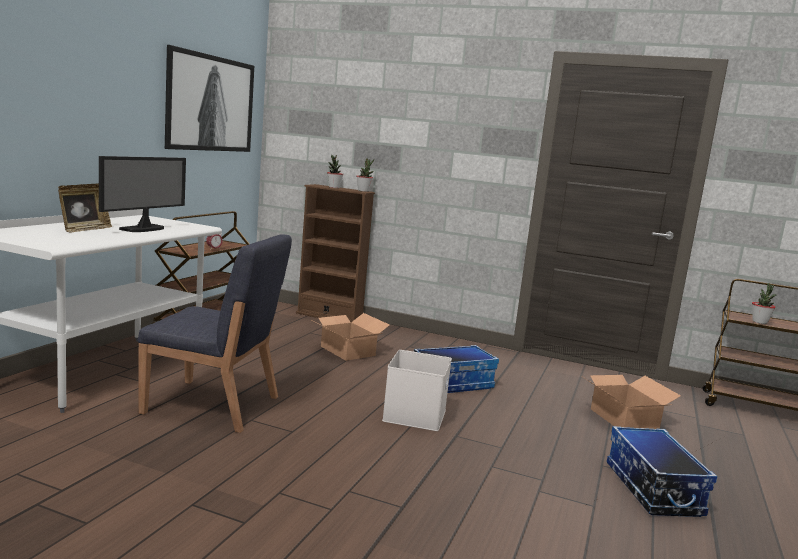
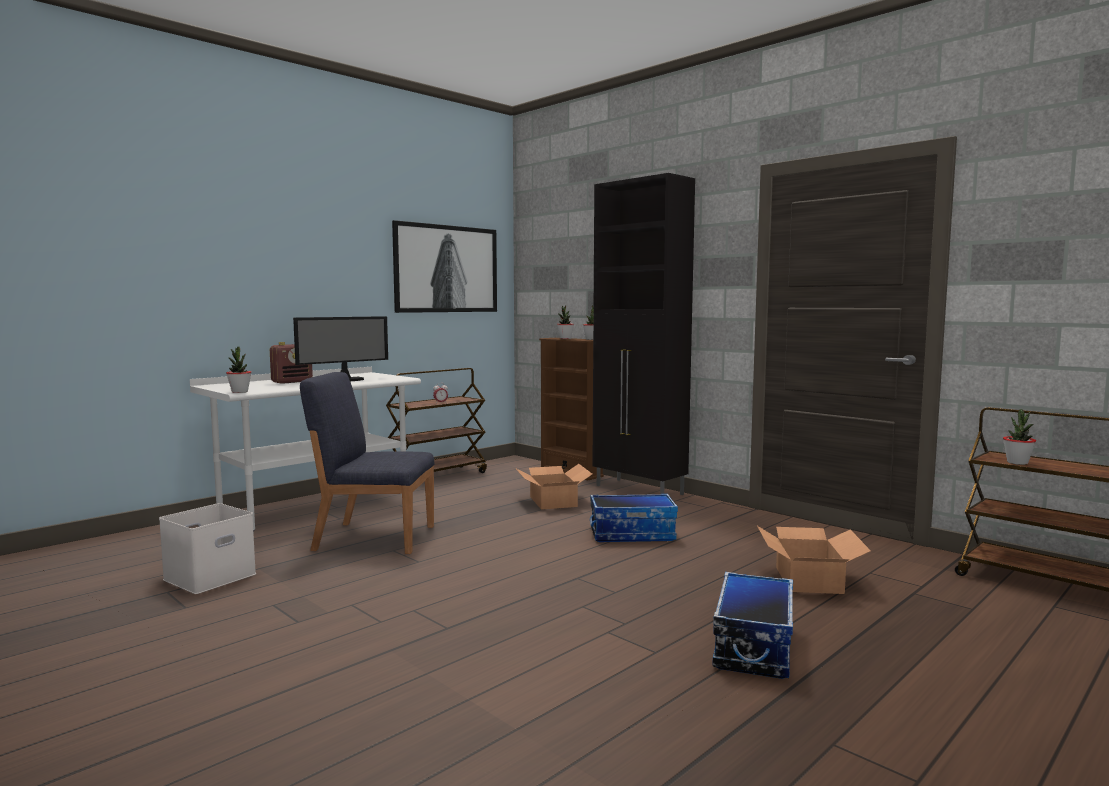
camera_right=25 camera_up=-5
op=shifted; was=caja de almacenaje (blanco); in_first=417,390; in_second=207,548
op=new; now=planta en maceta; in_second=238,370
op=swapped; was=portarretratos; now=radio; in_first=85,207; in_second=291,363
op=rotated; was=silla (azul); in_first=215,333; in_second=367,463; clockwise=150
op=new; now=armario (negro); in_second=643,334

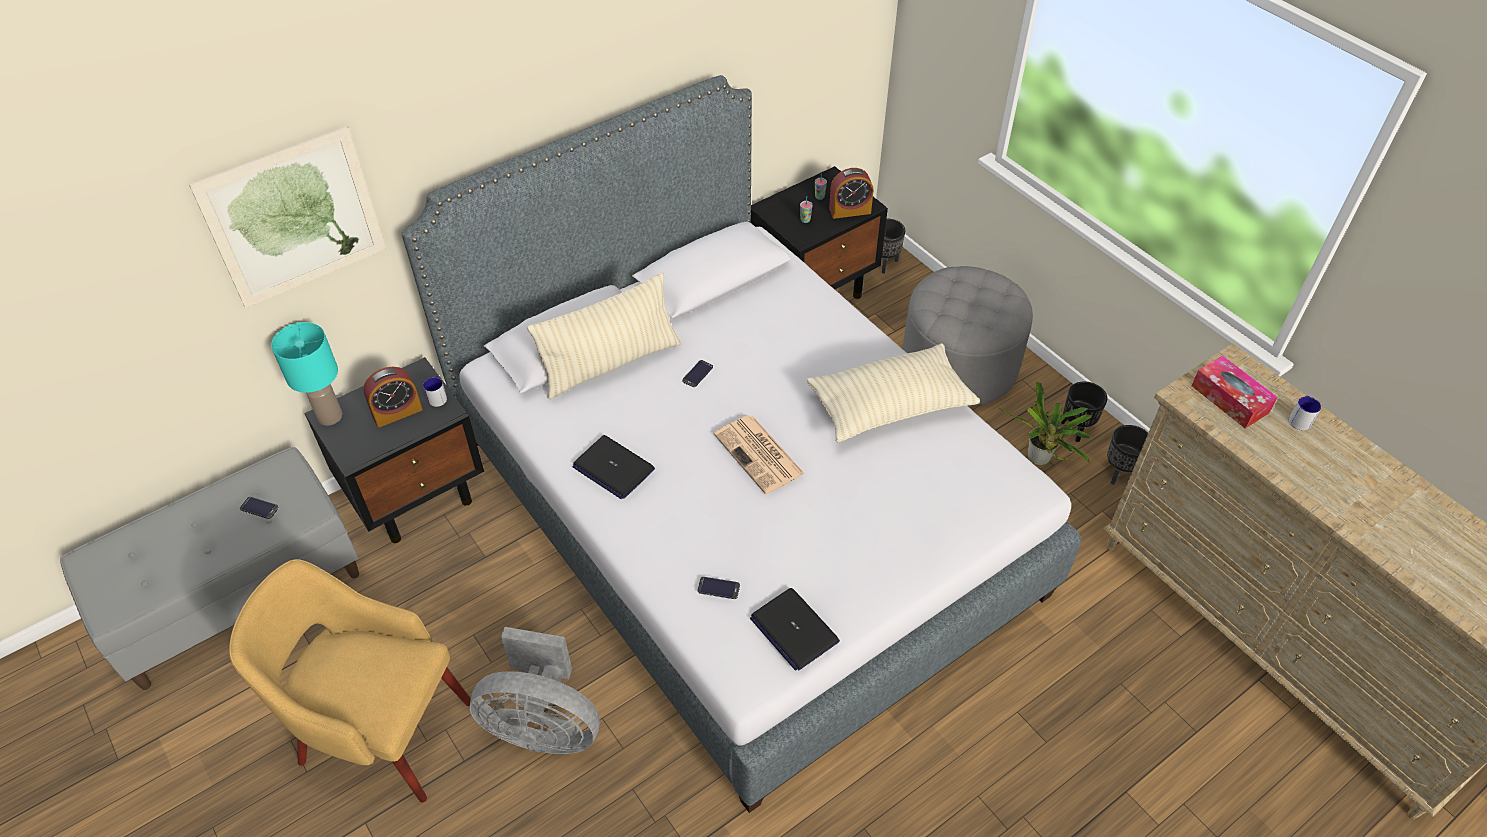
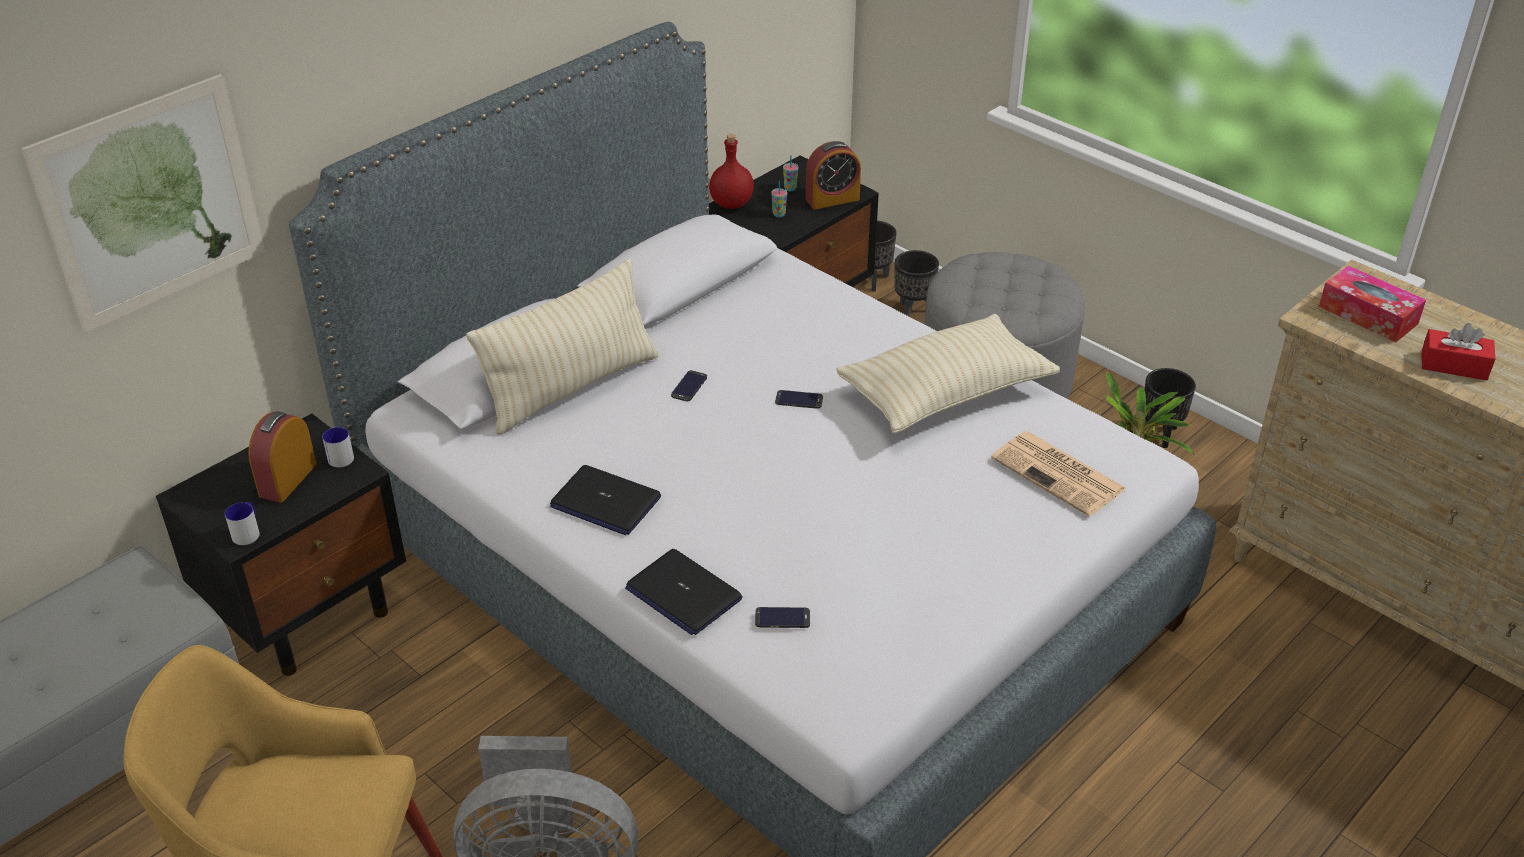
camera_right=-10 camera_up=-10
op=shifted; was=taza grande; in_first=1305,413; in_second=242,523
op=rotated; was=despertador; in_first=393,397; in_second=282,457; clockwise=150
op=shifted; was=portátil; in_first=795,629; in_second=684,592
op=new; now=botella (rojo); in_second=731,171
op=shifted; was=móvil; in_first=259,508; in_second=799,399
op=shifted; was=maceta (negro); in_first=1127,455; in_second=916,283
op=shifted; was=periódico; in_first=759,454; in_second=1059,473
op=new; now=caja de pañuelos (rojo); in_second=1458,351
op=gone; was=lámpara de mesa (turquesa); in_first=306,373

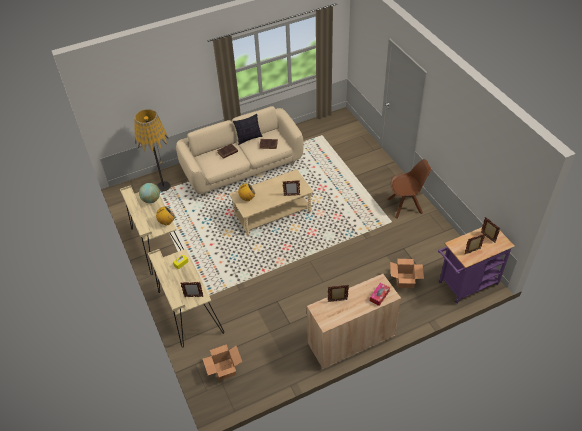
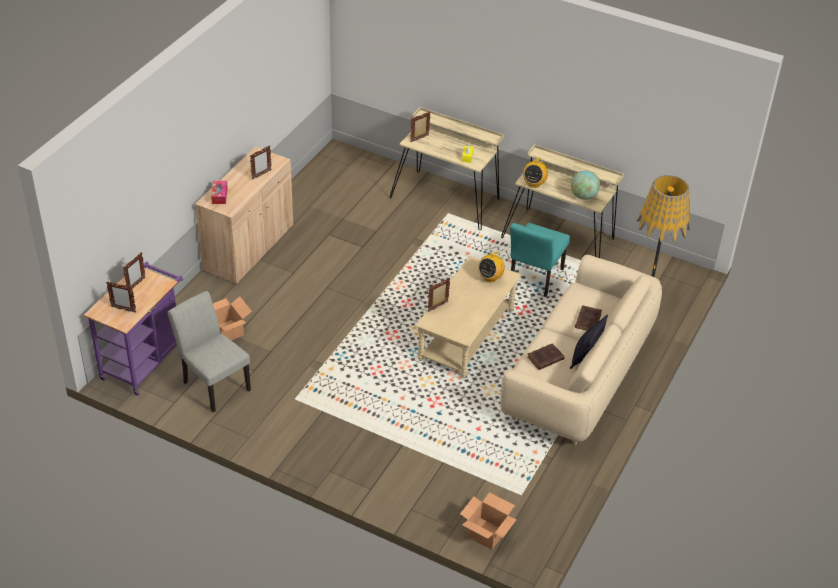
camera_right=140 camera_up=-5
op=new; now=silla (gris); in_second=209,351
op=shifted; was=caja de cartón; in_first=222,362; in_second=488,521
op=new; now=silla (turquesa); in_second=540,260
op=gone; was=silla (marrón); in_first=409,188

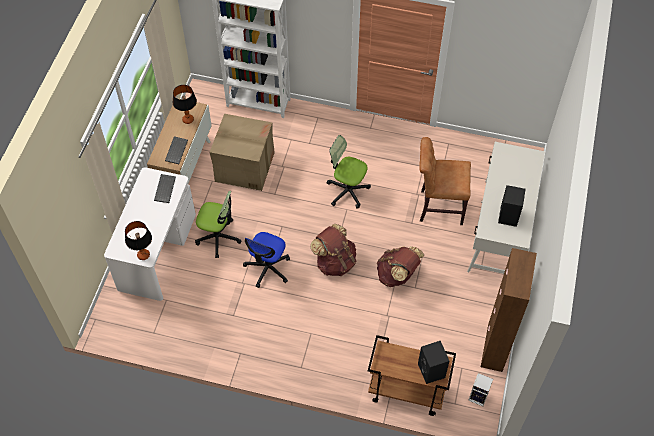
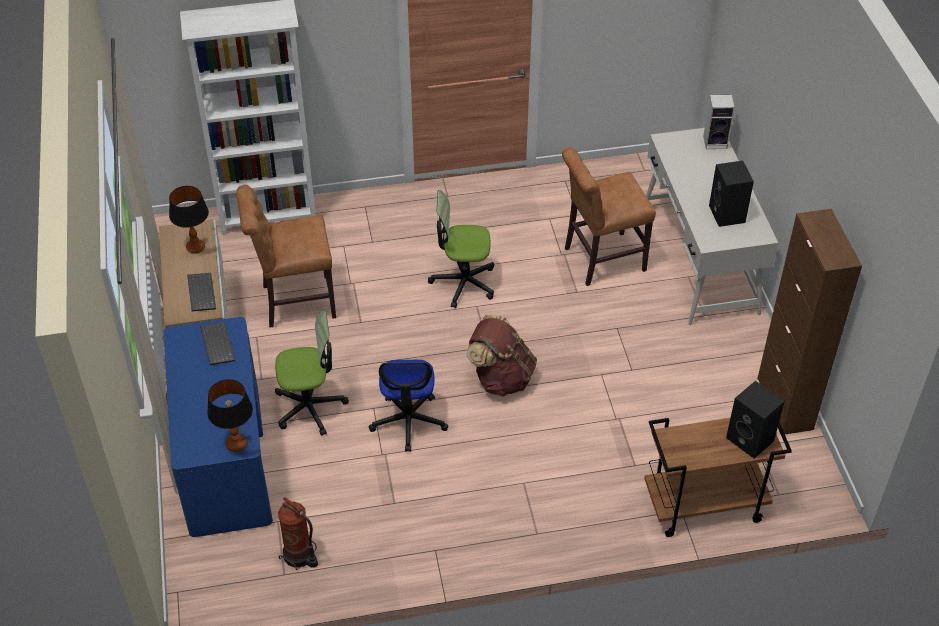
camera_right=-25 camera_up=-10
op=repainted; was=escritorio (blanco); now=escritorio (azul); in_first=150,234; in_second=218,427
op=swapped; was=caja de cartón; now=silla (marrón); in_first=242,152; in_second=286,256
op=new; now=extintor; in_second=298,533
op=shifted; was=altavoz; in_first=480,389; in_second=719,122
op=gone; was=mochila (marrón); in_first=400,266

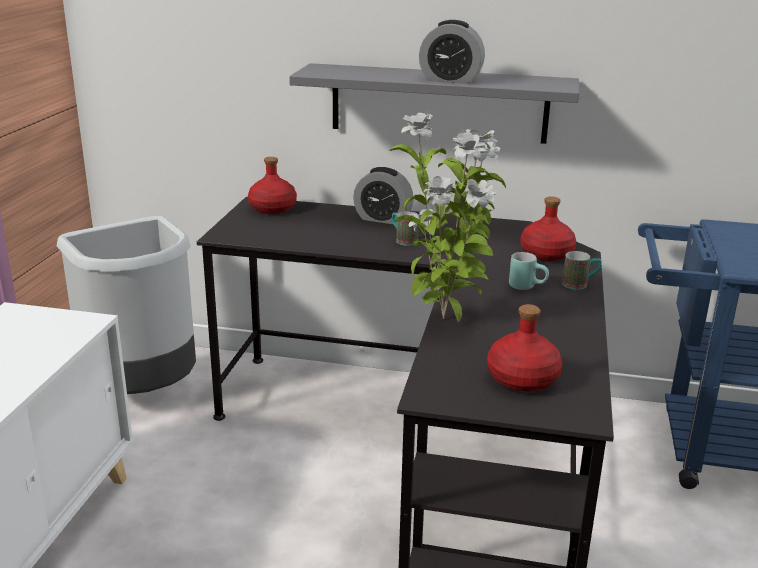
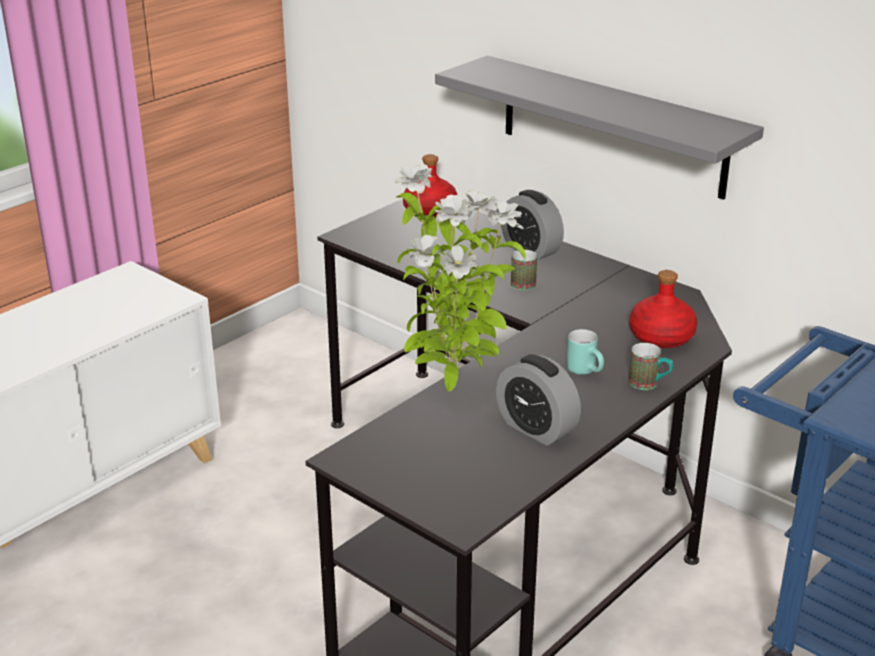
camera_right=30 camera_up=5
op=shifted; was=despertador; in_first=452,52; in_second=538,400
op=gone; was=papelera (gris); in_first=126,305
op=gone; was=botella (rojo); in_first=524,348

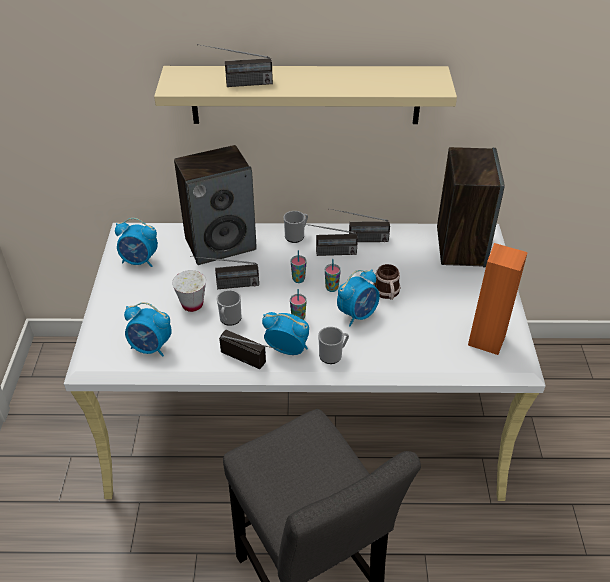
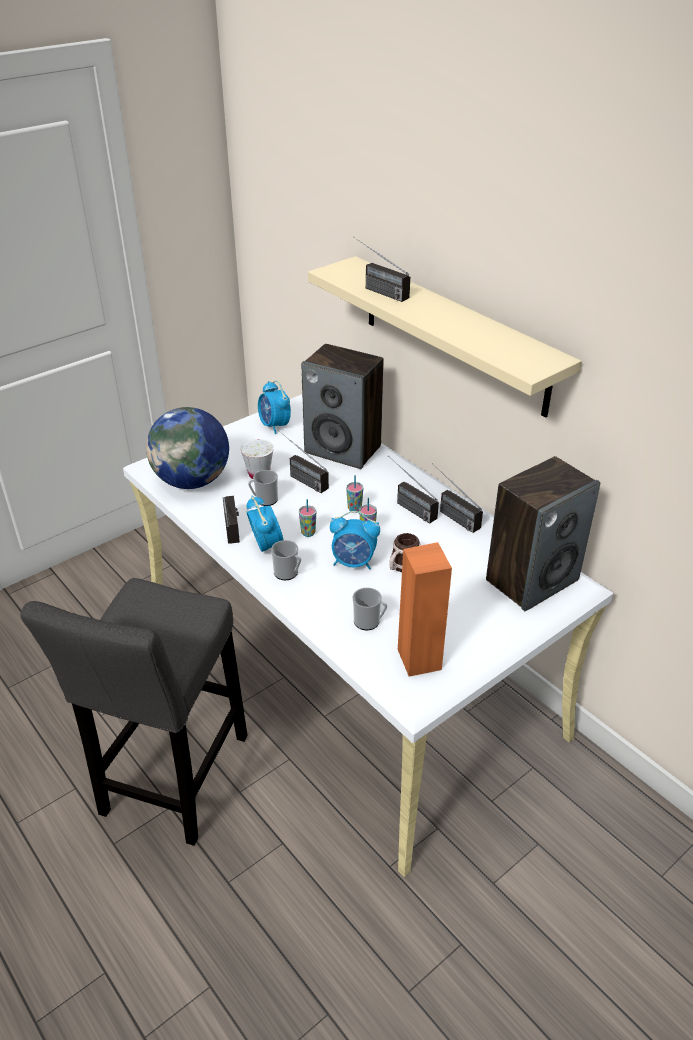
camera_right=50 camera_up=-5
op=swapped; was=despertador; now=globo terráqueo; in_first=148,329; in_second=187,448
op=shifted; was=taza grande; in_first=295,227; in_second=370,609

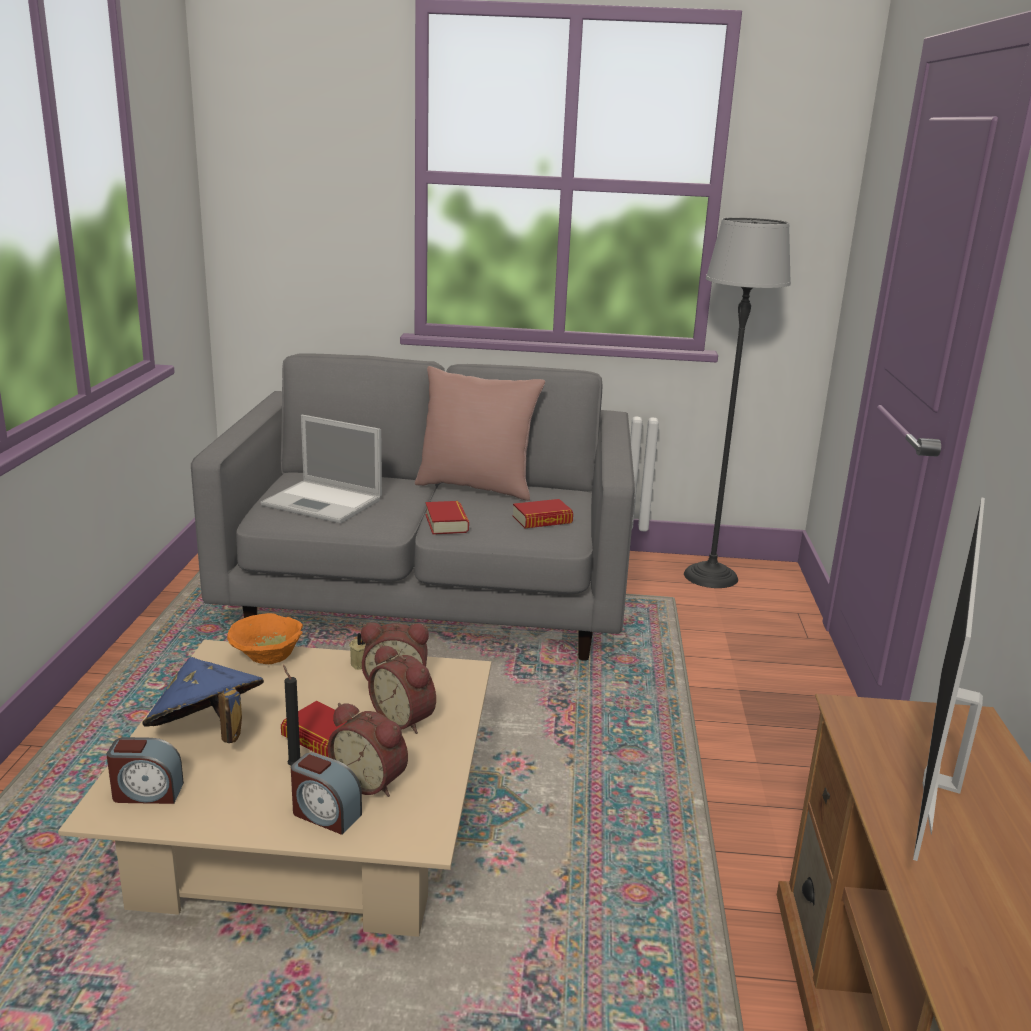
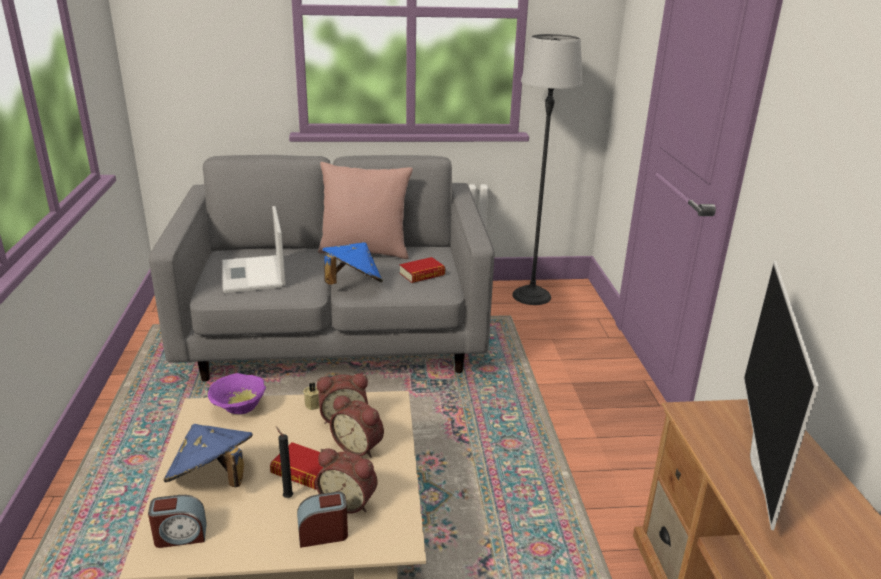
camera_right=-10 camera_up=5
op=repainted; was=cuenco (naranja); now=cuenco (morado); in_first=265,638; in_second=237,393
op=rotated; was=portátil; in_first=321,469; in_second=254,249; clockwise=60
op=rotated; was=despertador; in_first=326,793; in_second=322,520; clockwise=150
op=swapped; was=libro; now=sombrero (azul); in_first=447,518; in_second=352,263

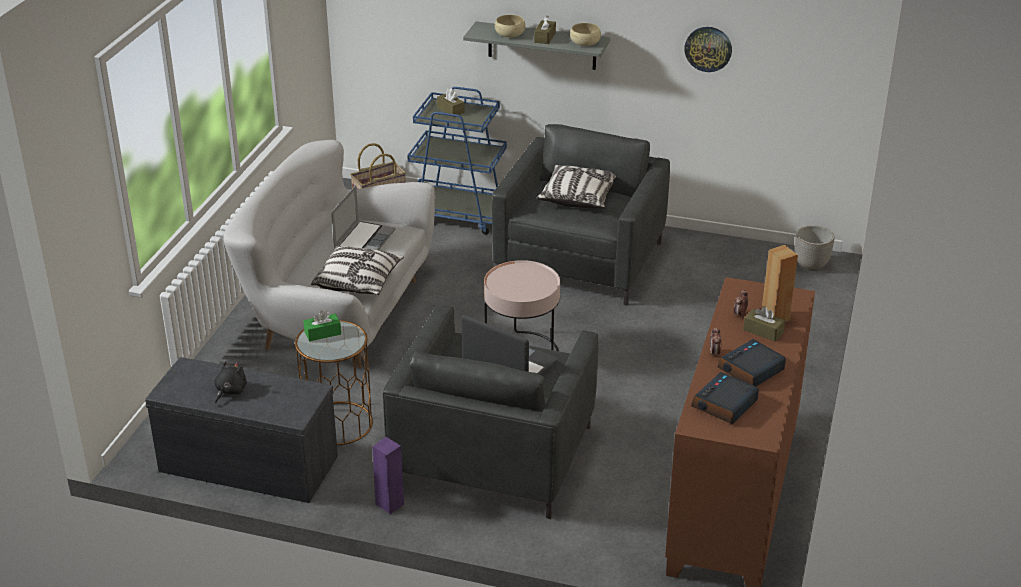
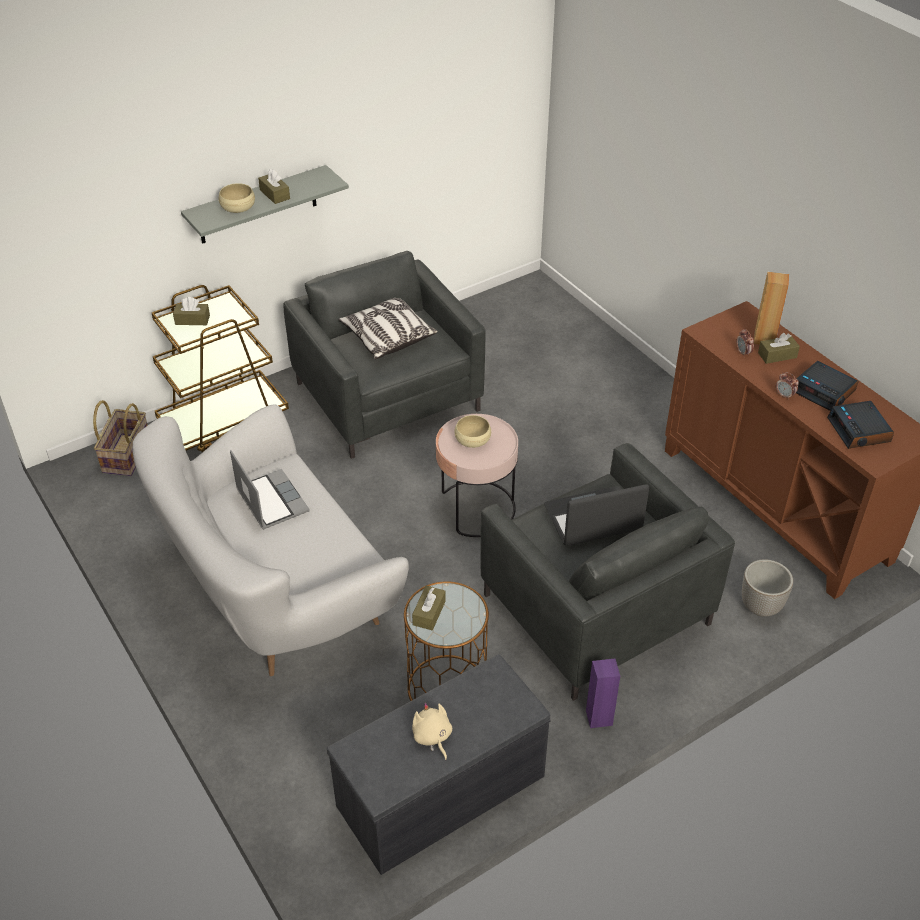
camera_right=-50 camera_up=10
op=repainted; was=carrito (azul); now=carrito (marrón); in_first=457,161; in_second=220,368
op=repainted; was=caja de pañuelos (verde); now=caja de pañuelos (marrón); in_first=322,325; in_second=429,608
op=repainted; was=peluche (negro); now=peluche (beis); in_first=230,382; in_second=432,731
op=shifted; was=cuenco (beis); in_first=585,34; in_second=473,431
op=shifted; was=maceta; in_first=815,248; in_second=767,587
op=rotated; was=despertador; in_first=751,362; in_second=827,386; clockwise=-45
op=gone; was=cojín; in_first=357,270
op=gone; was=reloj de pared; in_first=708,49

